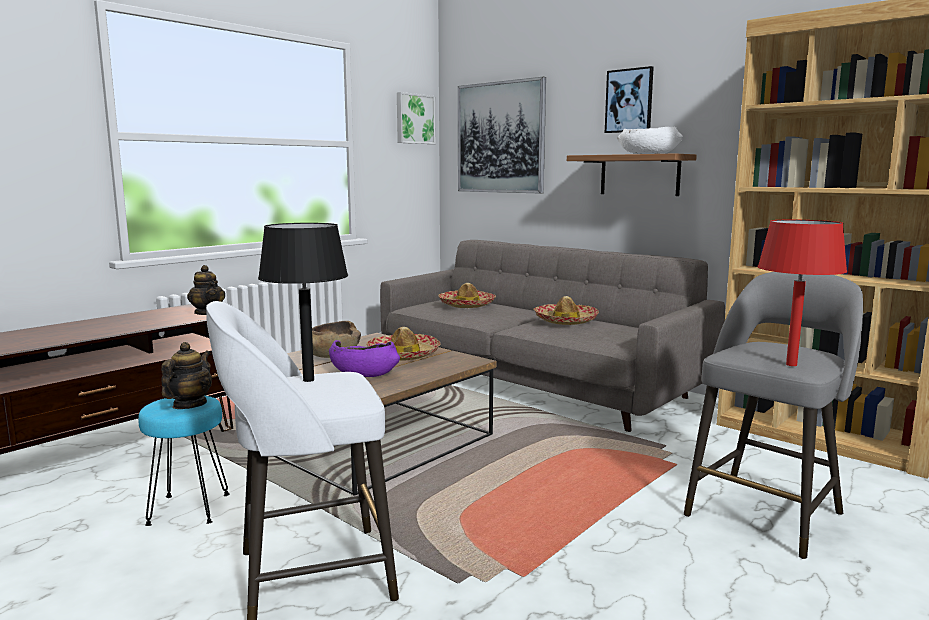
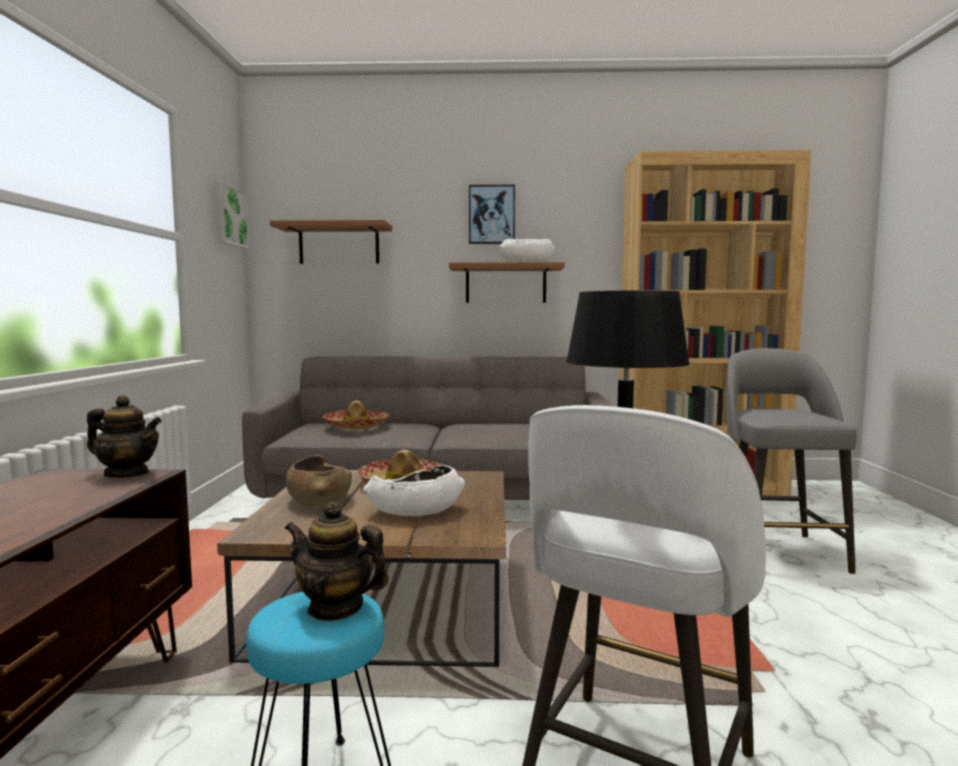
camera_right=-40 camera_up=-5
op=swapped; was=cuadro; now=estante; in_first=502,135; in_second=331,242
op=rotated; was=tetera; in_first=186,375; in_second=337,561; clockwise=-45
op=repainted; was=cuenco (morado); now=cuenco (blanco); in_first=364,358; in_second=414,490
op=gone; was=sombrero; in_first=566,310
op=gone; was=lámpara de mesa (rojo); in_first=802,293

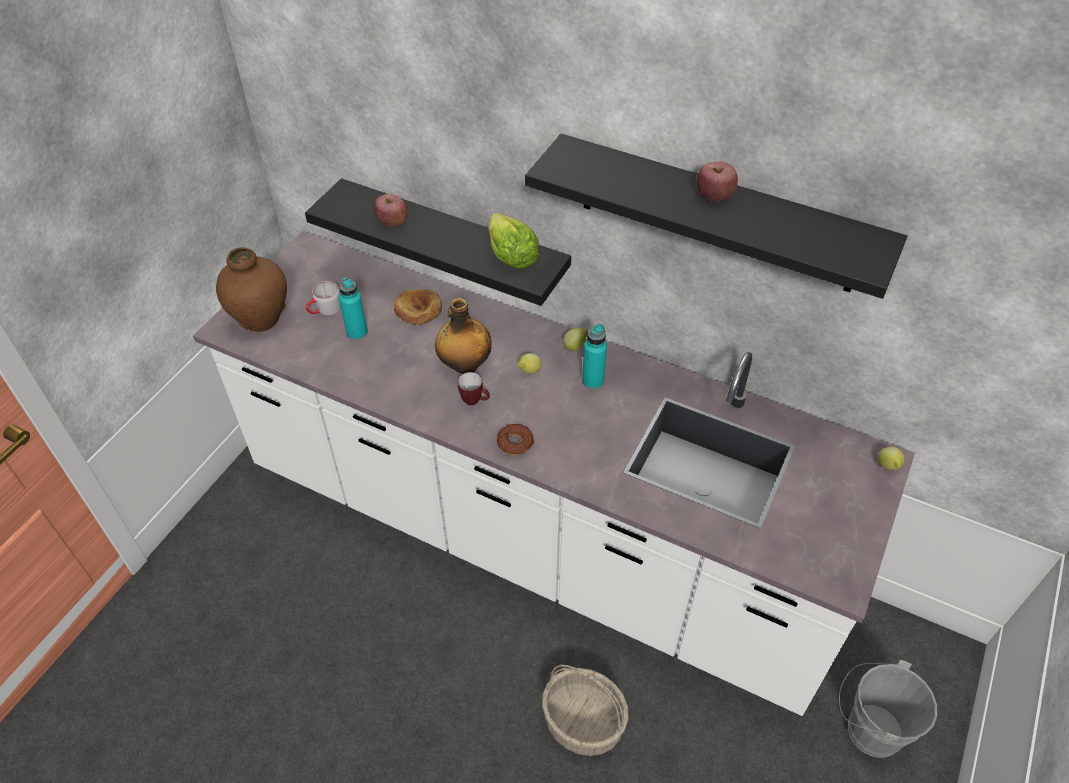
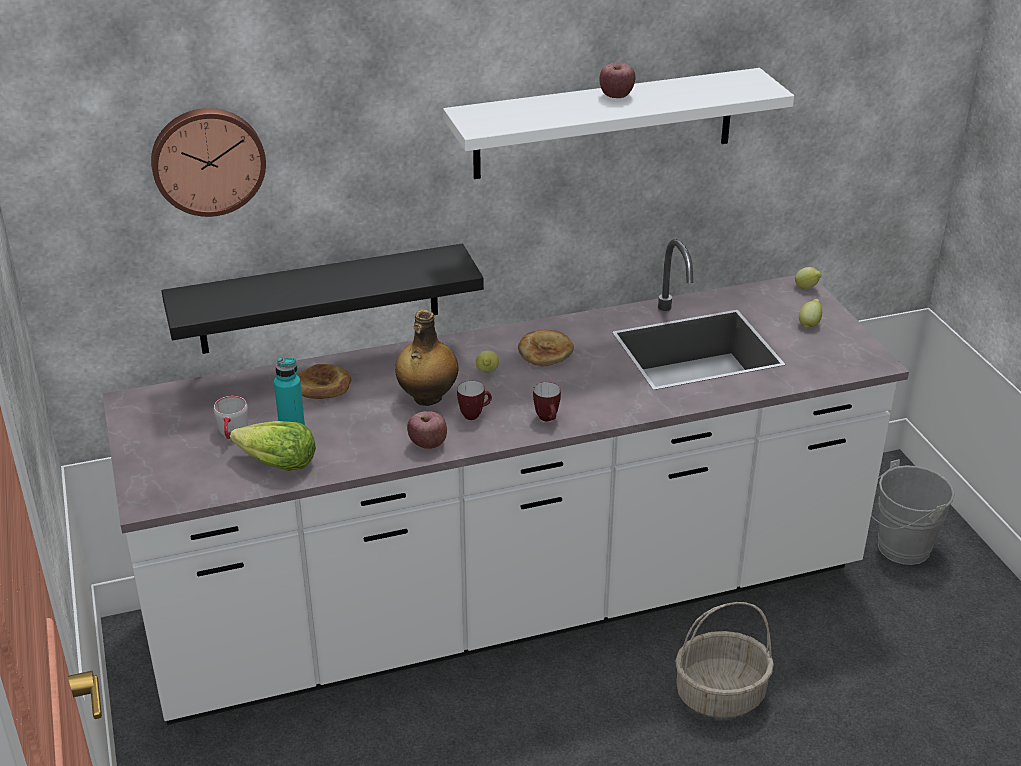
camera_right=-45 camera_up=-15
op=new; now=reloj de pared; in_second=208,162
op=shifted; was=lechuga; in_first=514,241; in_second=273,446
op=shifted; was=manzana; in_first=391,210; in_second=427,430
op=repainted; was=estante (negro); now=estante (blanco); in_first=716,216; in_second=618,123
op=swapped; was=botella (turquesa); now=pan; in_first=594,357; in_second=546,348
op=swapped; was=rosquilla; now=taza grande; in_first=515,439; in_second=547,401
op=shifted; was=limón; in_first=575,339; in_second=810,314
op=gone; was=florero (marrón); in_first=251,289

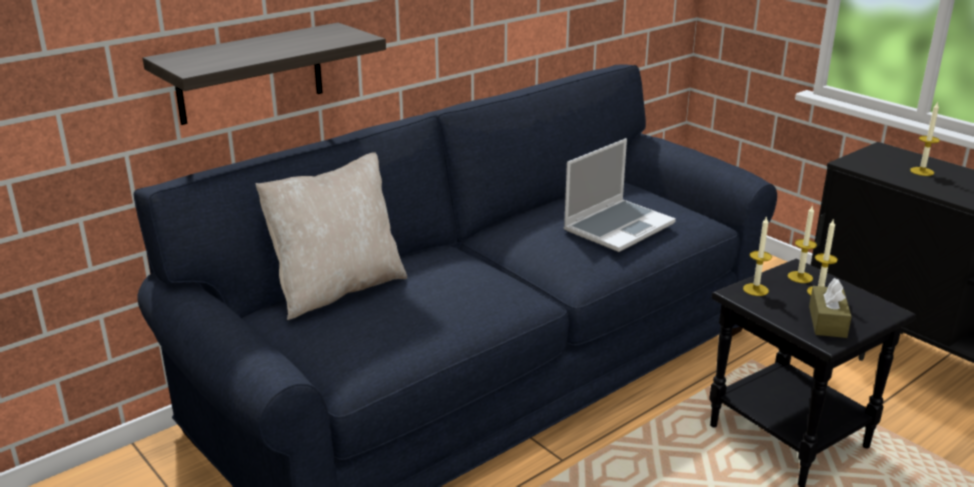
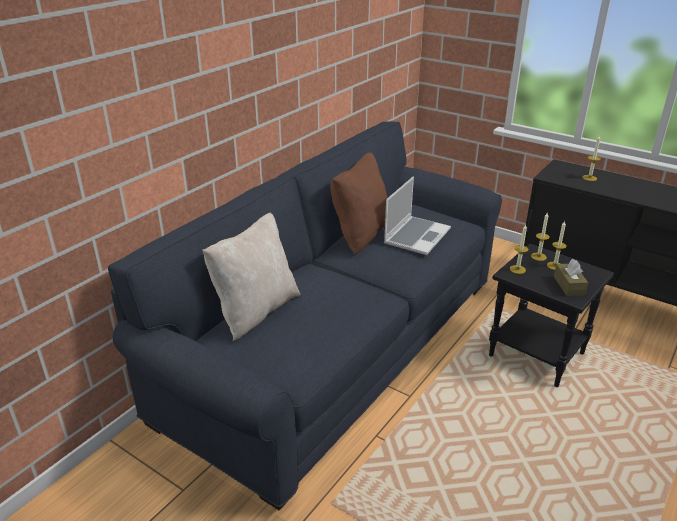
camera_right=-15 camera_up=5
op=new; now=cojín (marrón); in_second=358,203
op=gone; was=estante; in_first=264,74

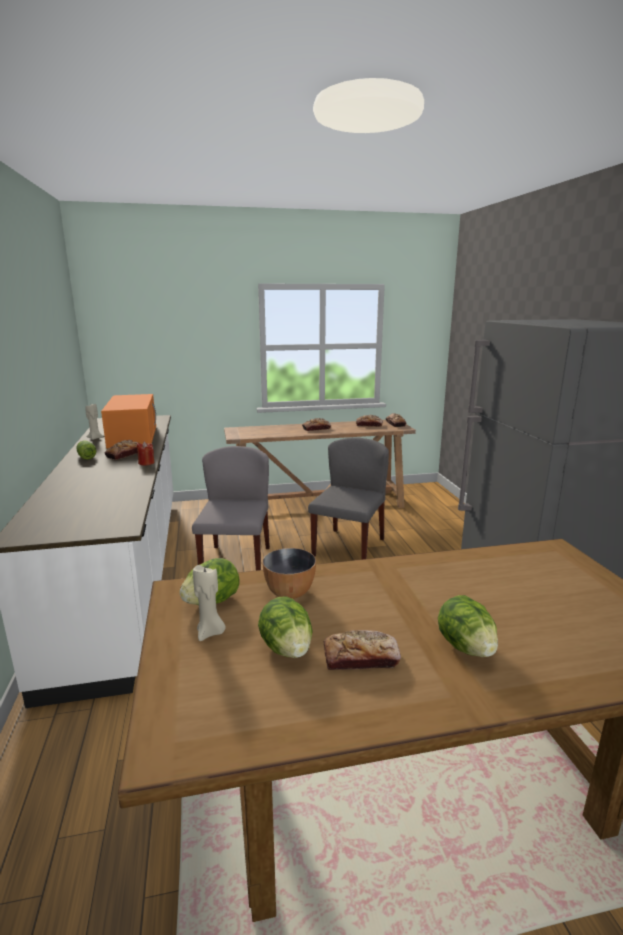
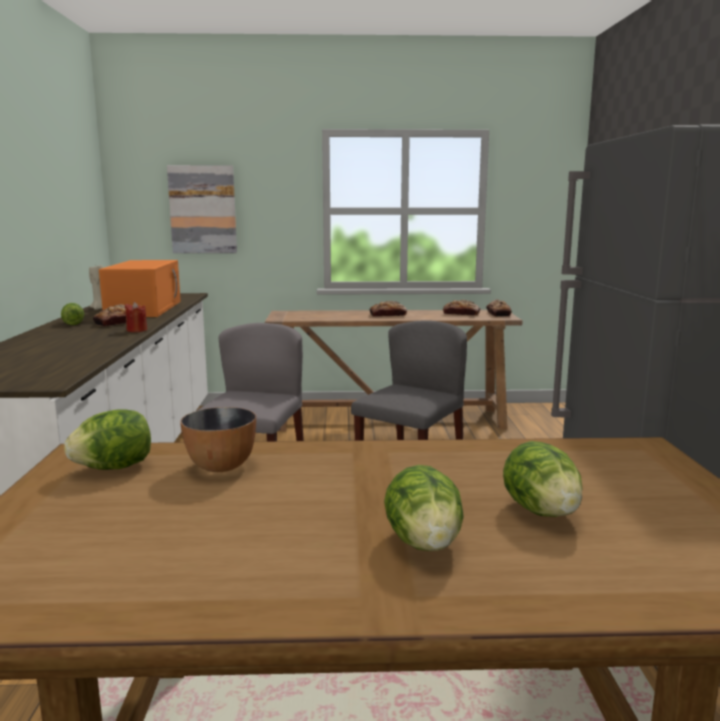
camera_right=10 camera_up=-5
op=new; now=cuadro; in_second=202,209
op=shifted; was=lechuga; in_first=285,627; in_second=543,479
op=gone; was=vela (beis); in_first=209,602
op=gone; was=pan; in_first=362,650

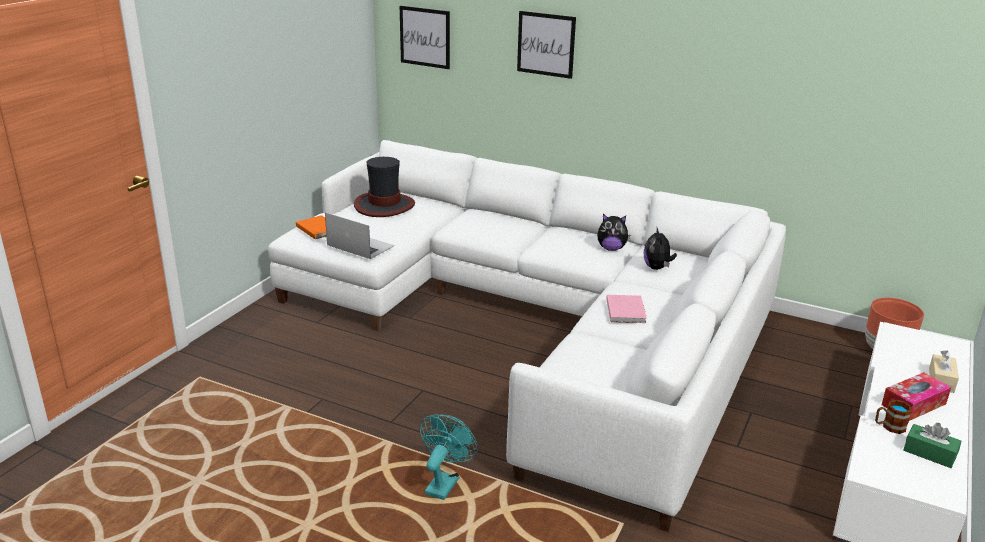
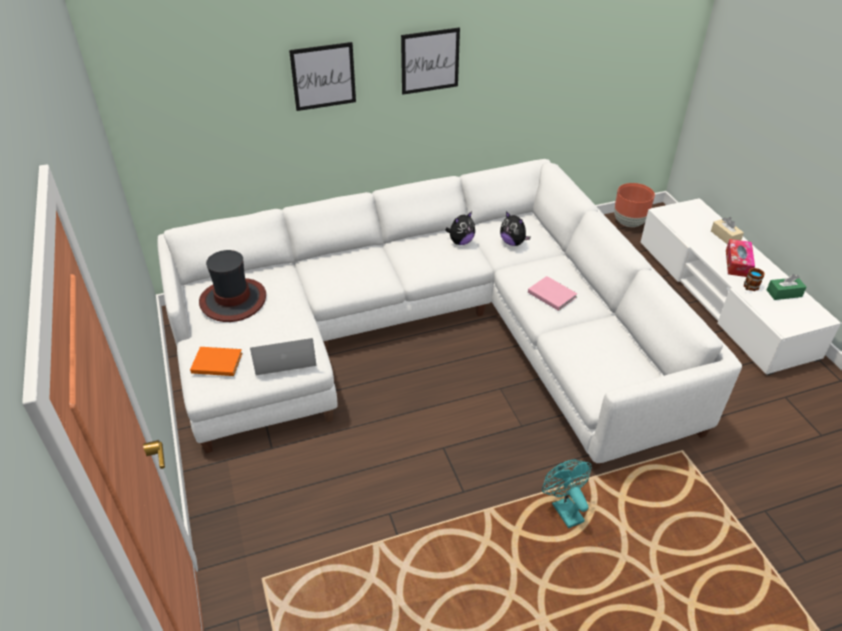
camera_right=-45 camera_up=15
op=shifted; was=cuadro; in_first=425,37; in_second=430,61

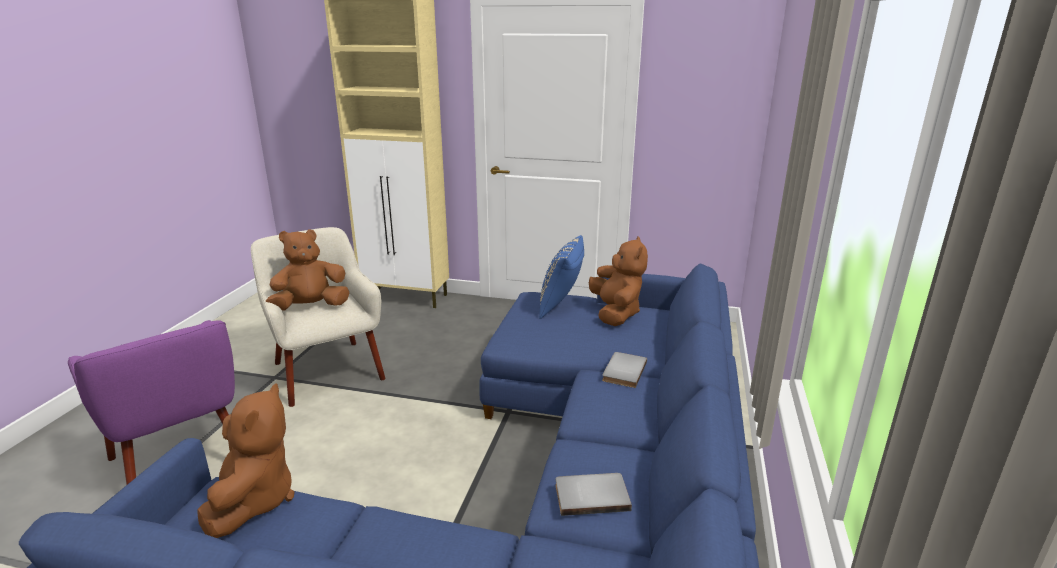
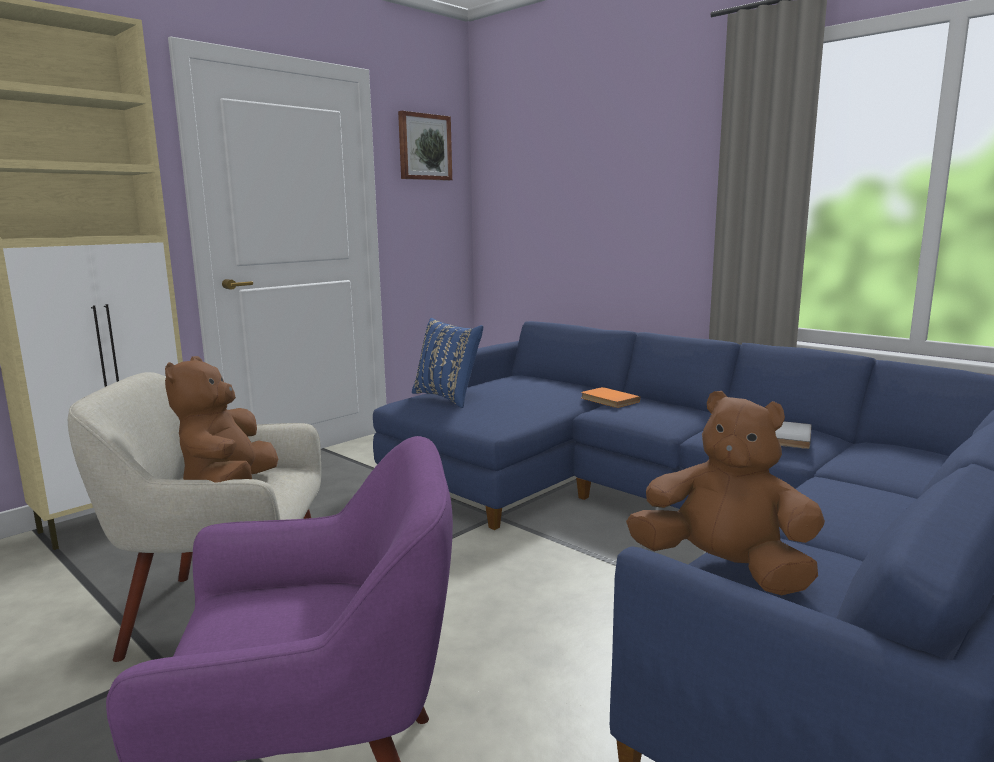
camera_right=-60 camera_up=-10
op=new; now=cuadro; in_second=425,146
op=repainted; was=libro (gris); now=libro (naranja); in_first=624,370; in_second=610,397
op=gone; was=peluche (marrón); in_first=618,281

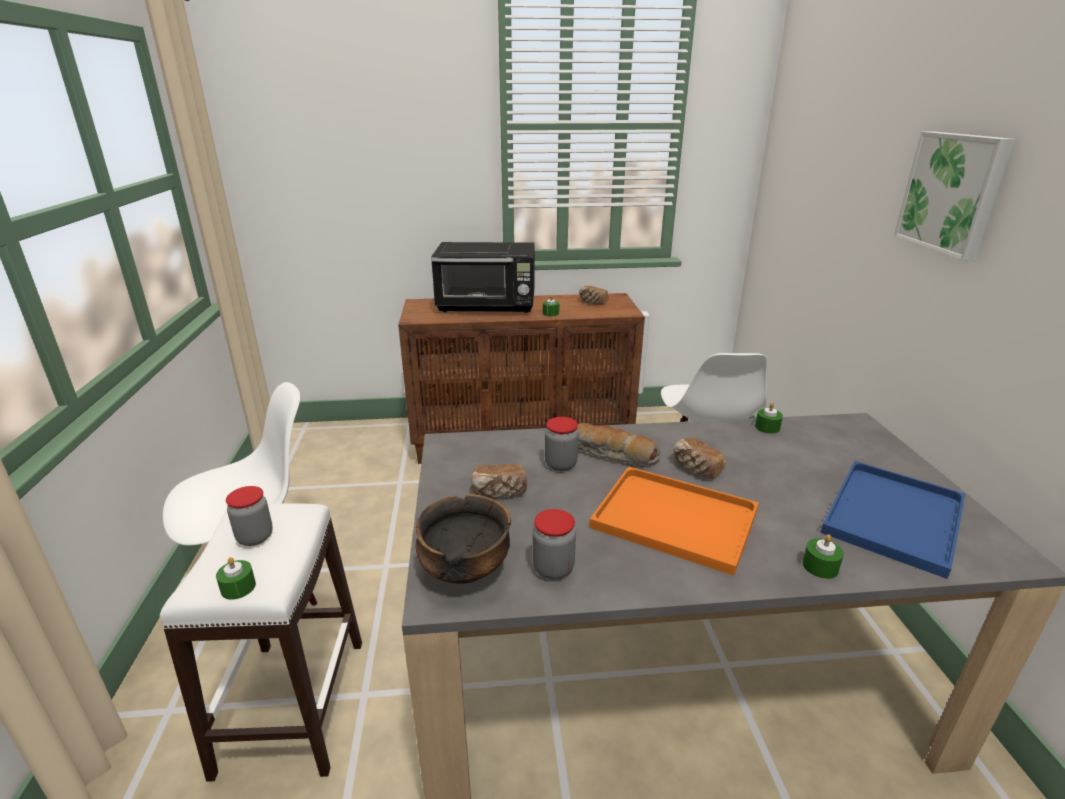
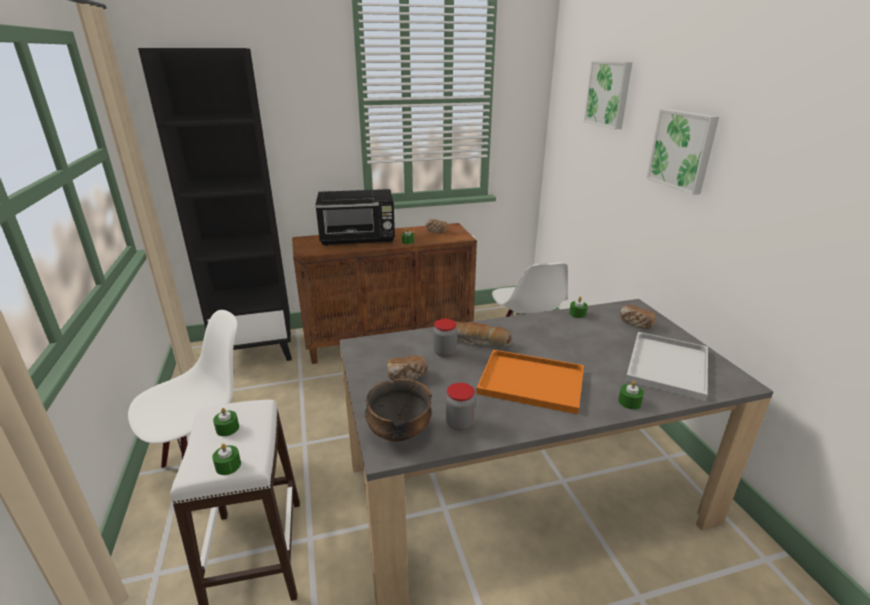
camera_right=-10 camera_up=0
op=new; now=estantería (negro); in_second=215,204
op=swapped; was=tarro; now=vela (verde); in_first=249,516; in_second=226,422
op=new; now=cuadro; in_second=608,95
op=shifted; was=pan; in_first=700,458; in_second=638,317
op=repainted; was=bandeja (azul); now=bandeja (blanco); in_first=893,520; in_second=667,366

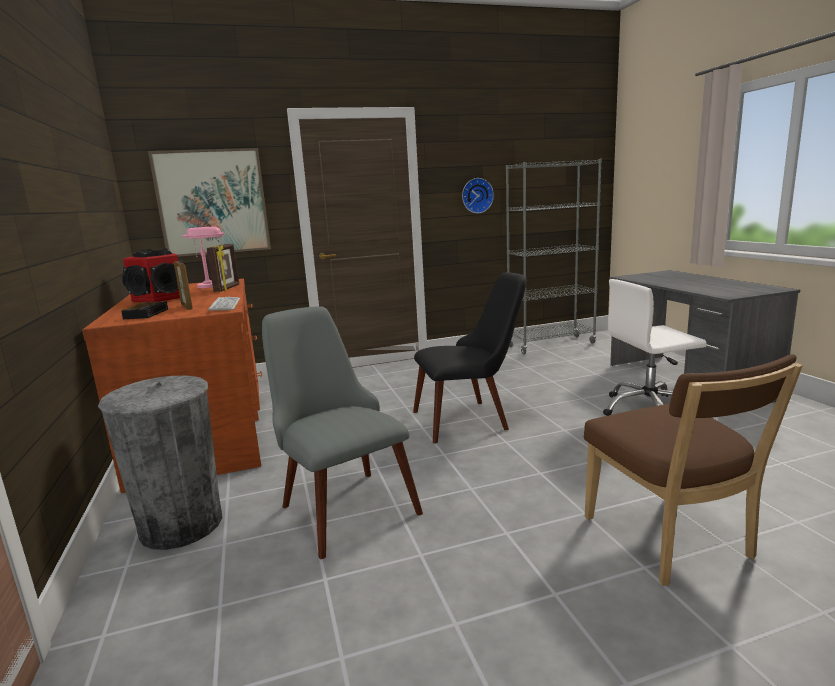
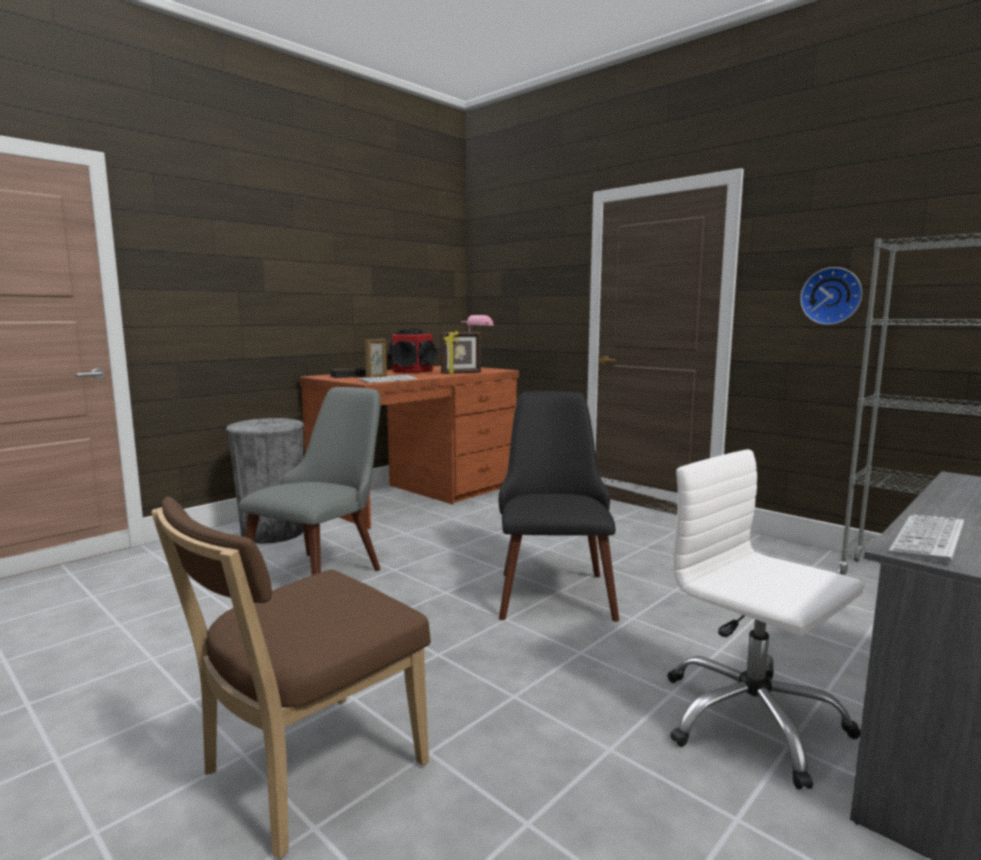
camera_right=60 camera_up=-5
op=rotated; was=silla (negro); in_first=470,358; in_second=559,506; clockwise=-135
op=new; now=teclado; in_second=926,539
op=gone; was=cuadro; in_first=209,202

